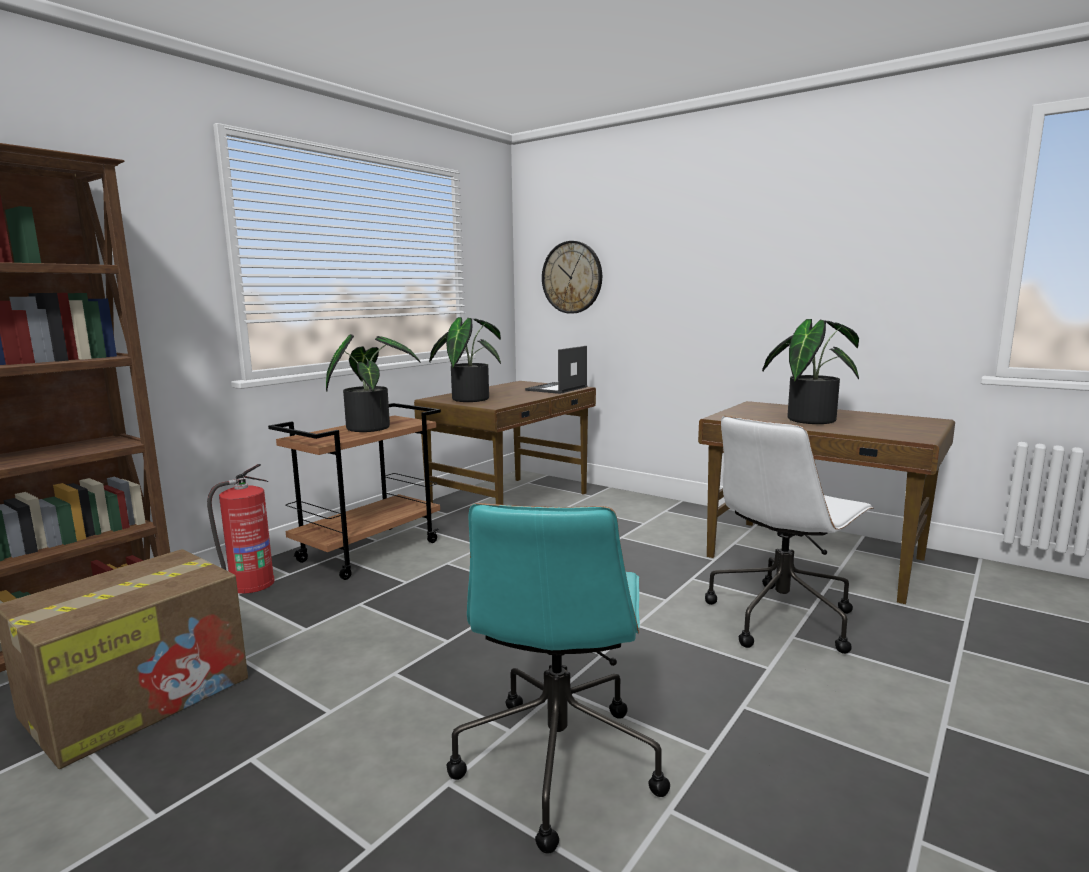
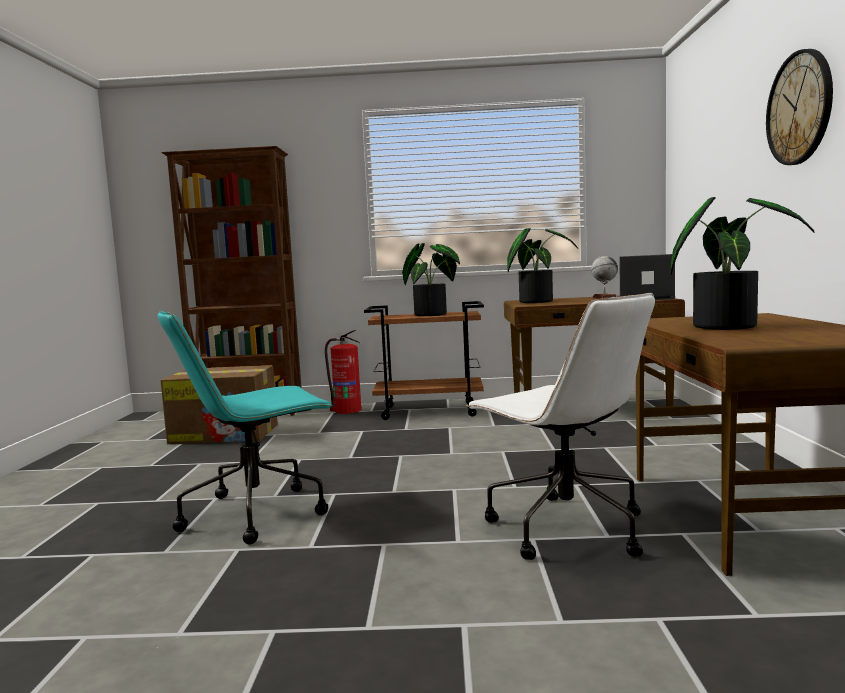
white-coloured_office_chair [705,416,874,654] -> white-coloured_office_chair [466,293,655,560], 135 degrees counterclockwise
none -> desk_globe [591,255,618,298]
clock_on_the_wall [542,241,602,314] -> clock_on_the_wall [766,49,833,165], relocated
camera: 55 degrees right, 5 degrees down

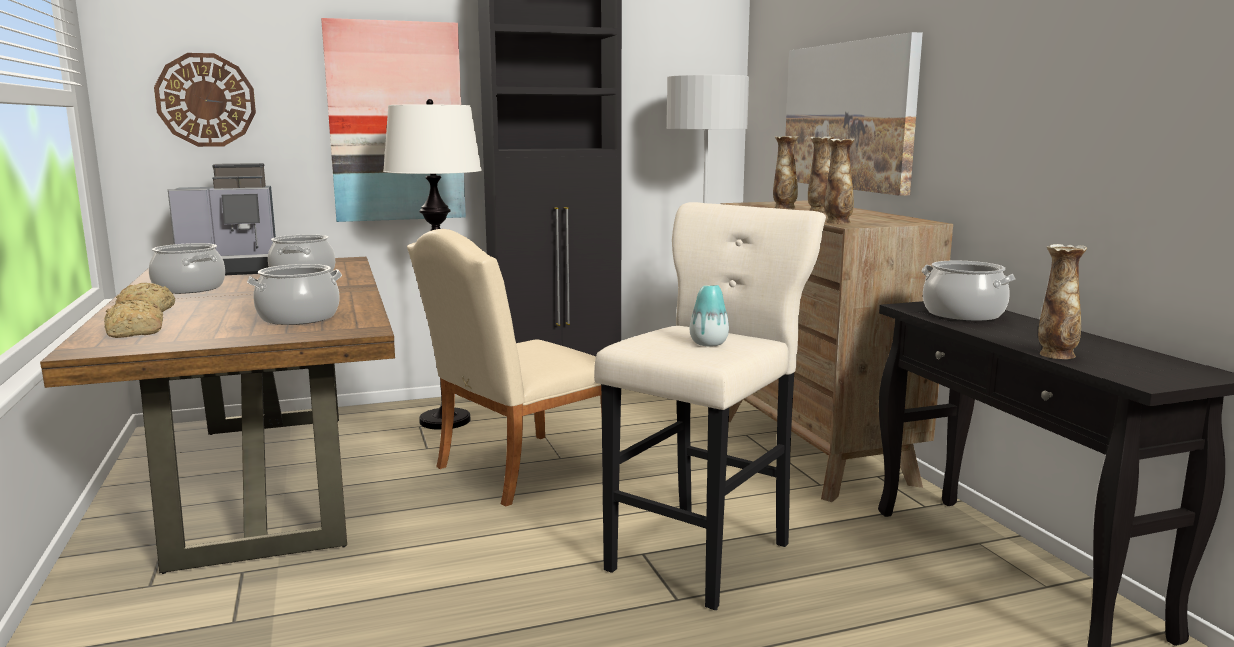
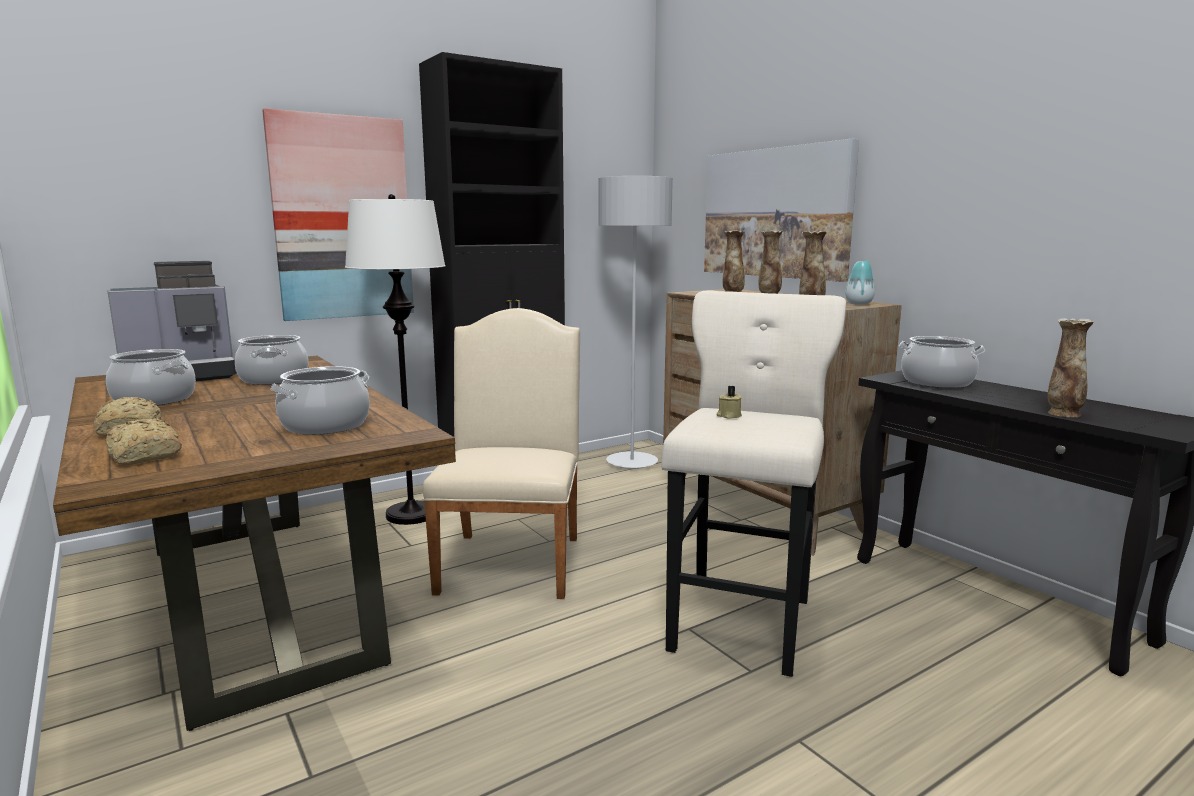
sand-coloured_plain_chair [407,229,602,507] -> sand-coloured_plain_chair [422,308,580,599], 150 degrees clockwise
none -> sand-coloured_wax_candle [717,386,742,419]
flower_vase [690,285,729,346] -> flower_vase [845,261,875,305], relocated
clock_on_the_wall [154,53,256,147] -> none
camera: 15 degrees left, 0 degrees up

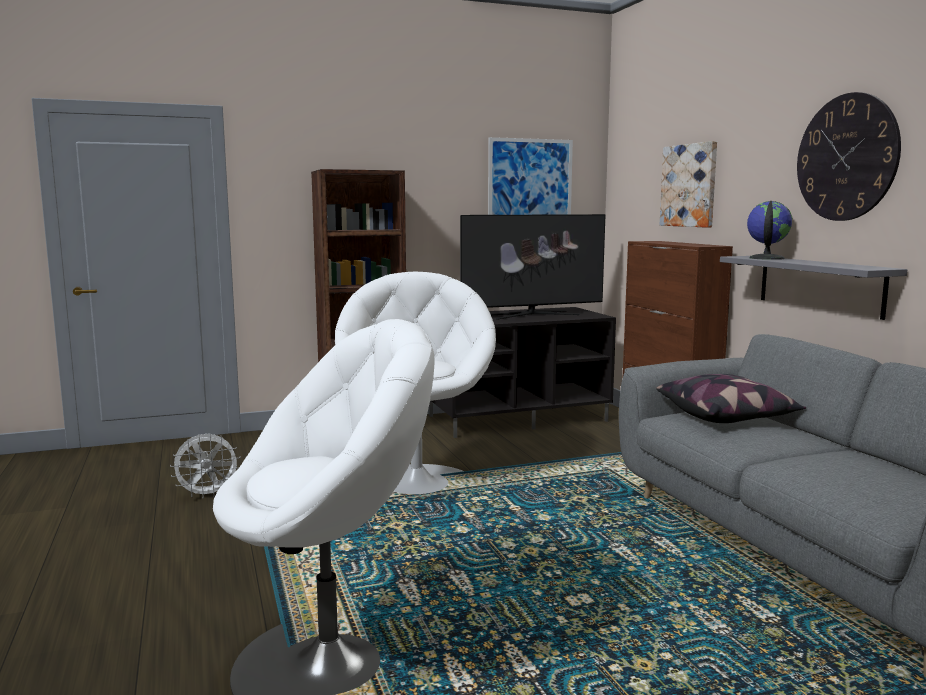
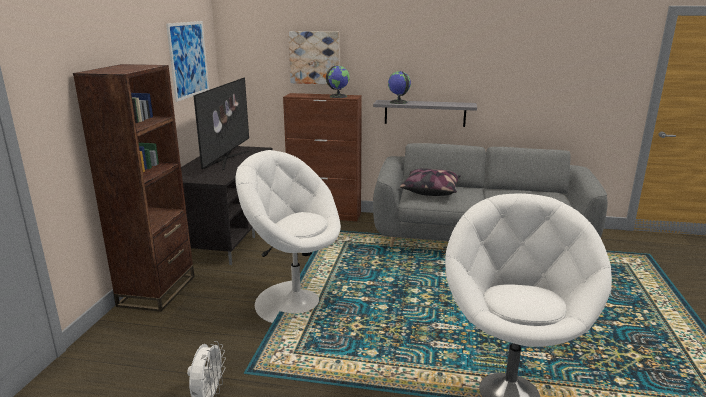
none -> desk_globe [326,66,350,98]
clock_on_the_wall [797,92,901,221] -> none
camera: 60 degrees left, 10 degrees up

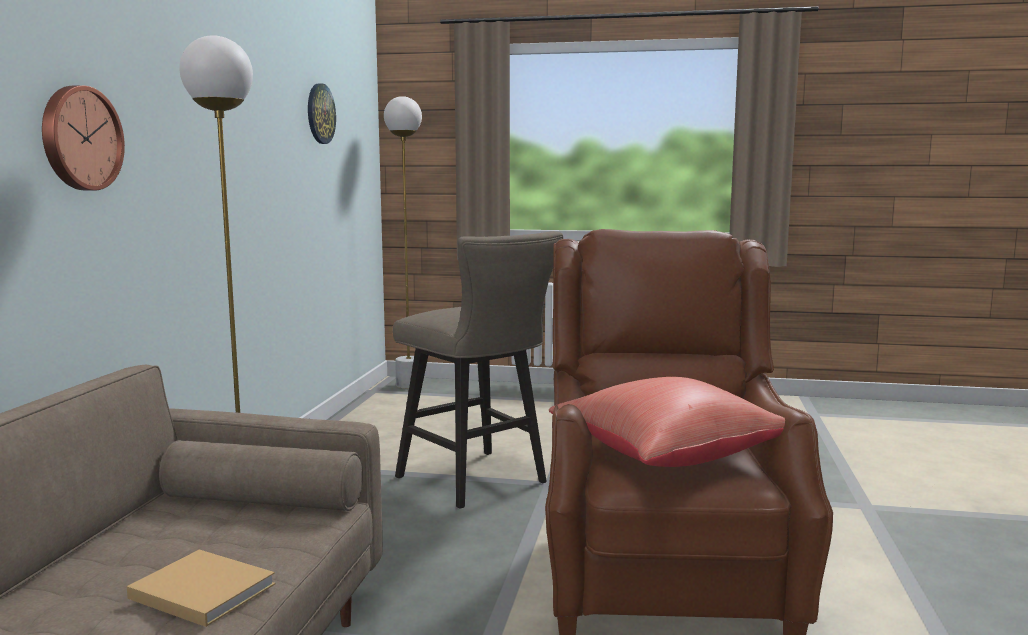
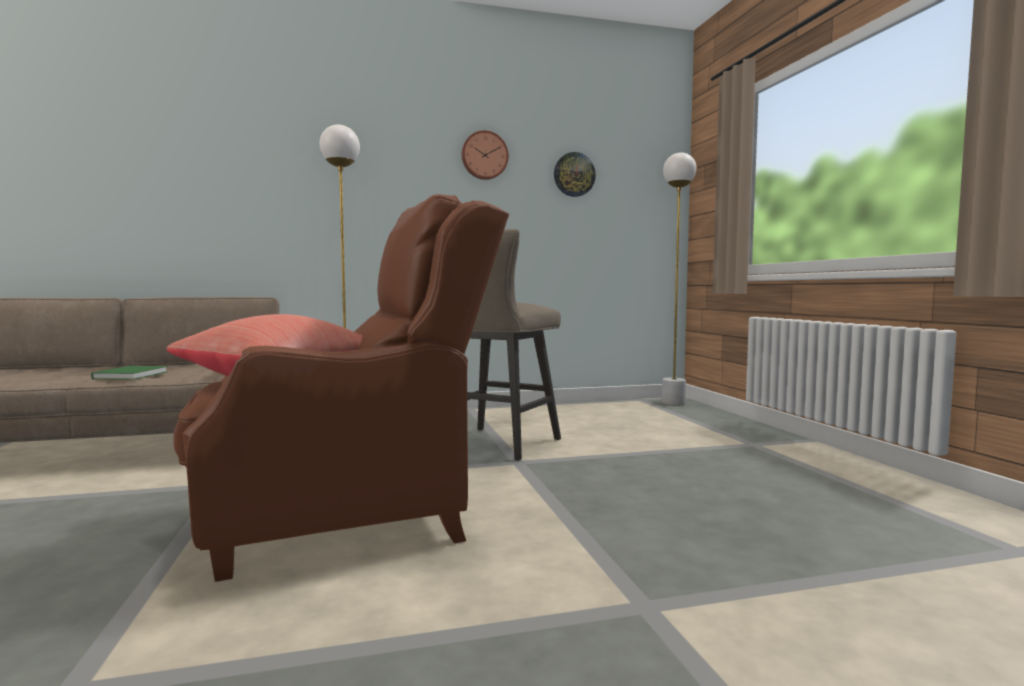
sand-coloured_book [127,550,275,627] -> greenish_book [91,366,168,380]
clock_on_the_wall [42,85,125,191] -> clock_on_the_wall [462,130,509,180], relocated
camera: 65 degrees right, 5 degrees down

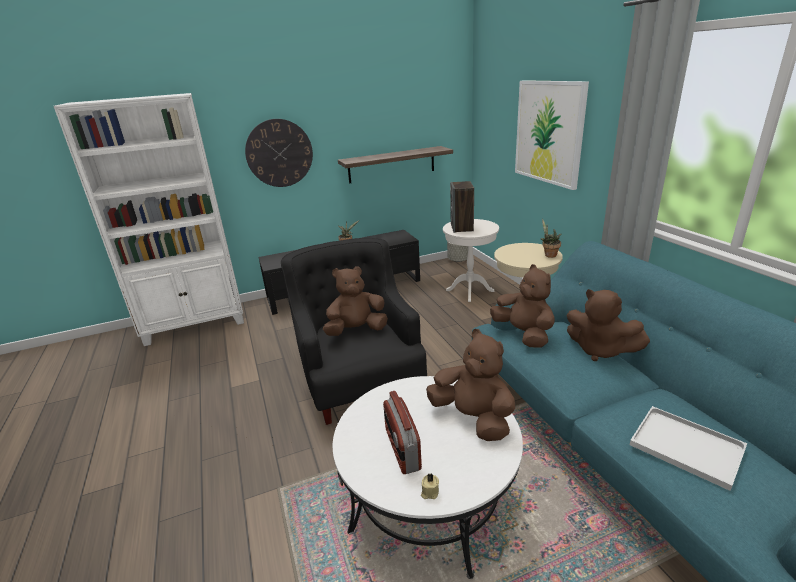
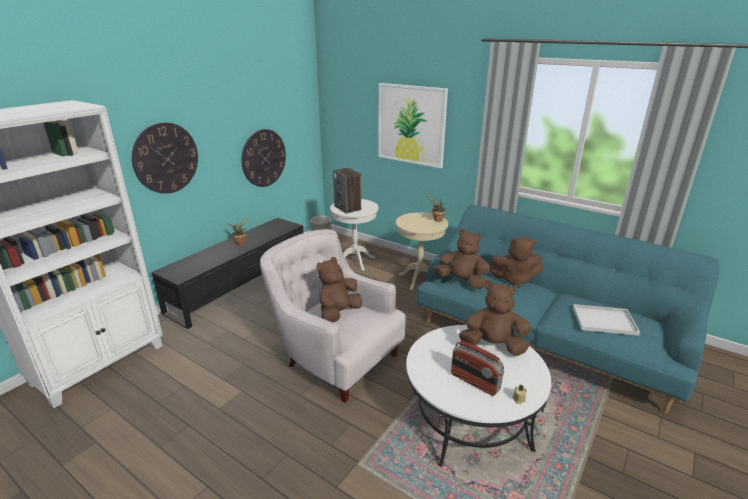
wall_shelf [338,146,453,184] -> clock_on_the_wall [241,129,286,187]
black-coloured_lounge_chair [281,238,427,425] -> white-coloured_lounge_chair [260,229,406,403]
camera: 35 degrees left, 0 degrees up

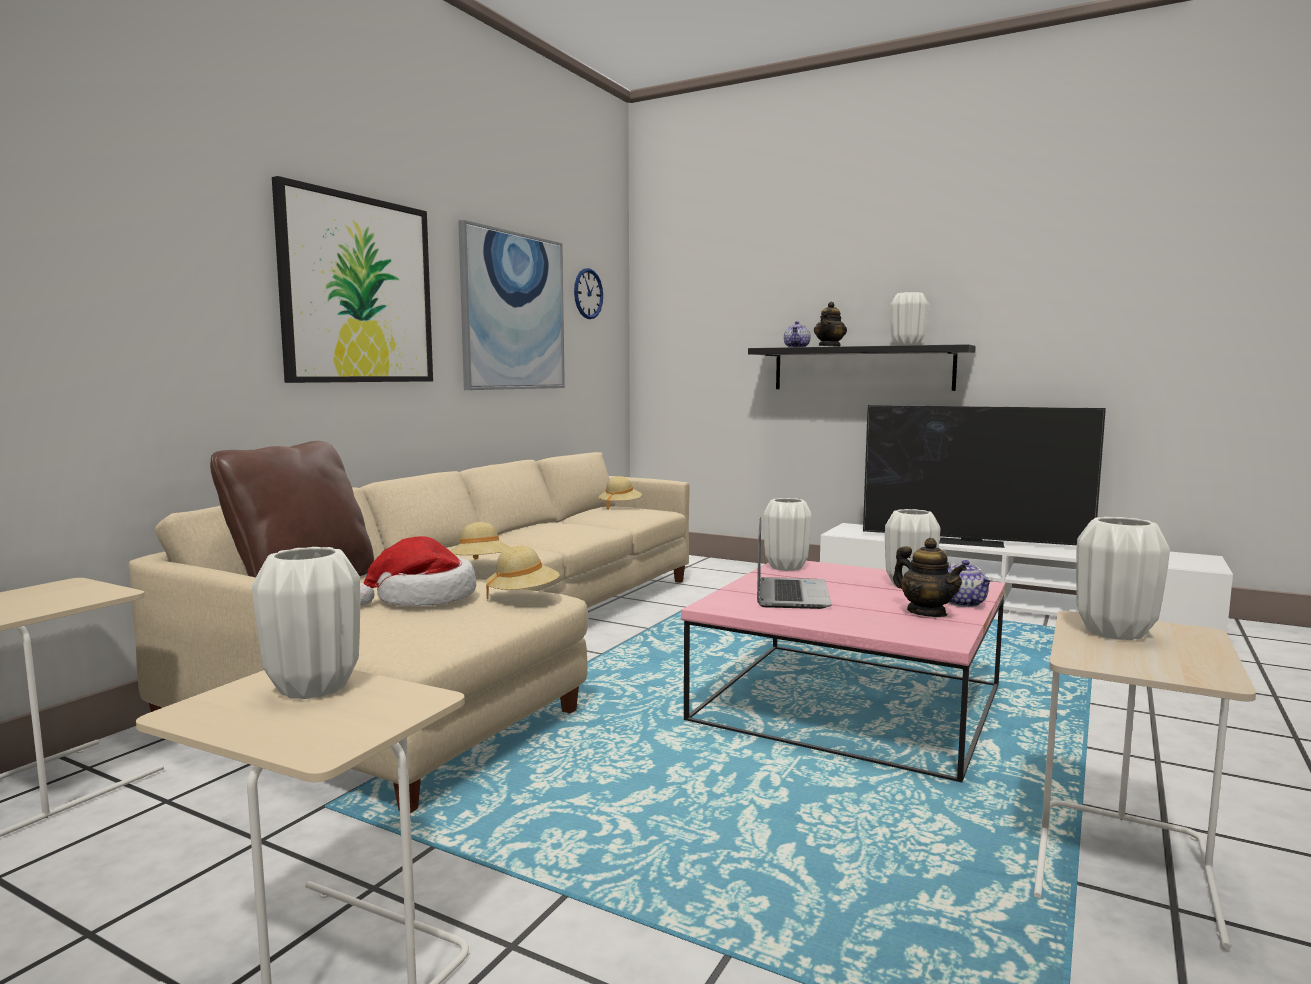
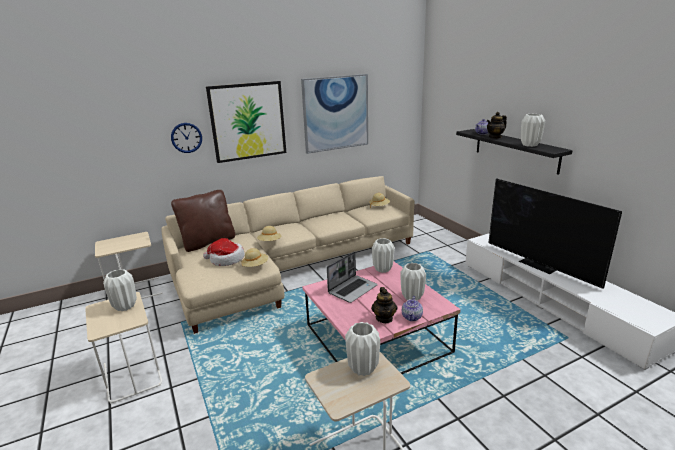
clock_on_the_wall [574,268,603,319] -> clock_on_the_wall [171,123,202,153], relocated
camera: 35 degrees right, 15 degrees up

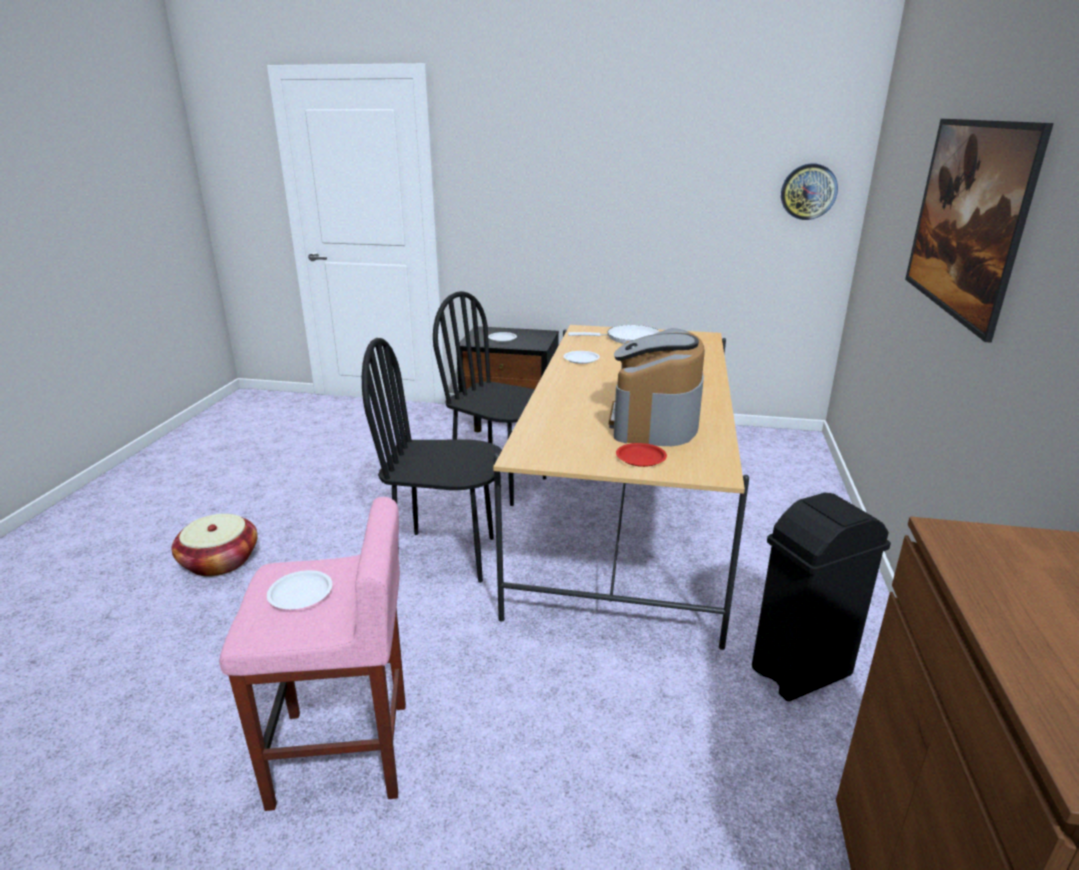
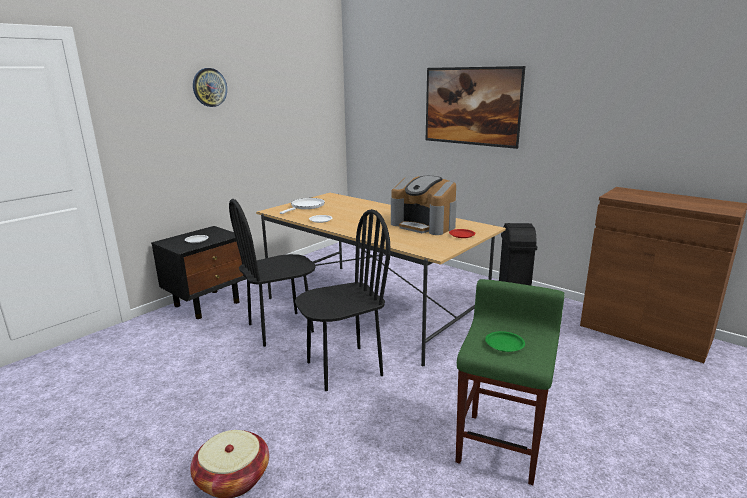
clock_on_the_wall [781,164,838,220] -> clock_on_the_wall [193,68,227,107], relocated
black-coloured_plain_chair [362,338,502,583] -> black-coloured_plain_chair [295,209,391,391], 150 degrees counterclockwise
pinkish_sitting_stool [219,497,406,811] -> greenish_sitting_stool [456,279,564,485]
white-coloured_flat_dish [267,570,332,609] -> greenish_flat_dish [485,331,525,352]
camera: 60 degrees left, 5 degrees down

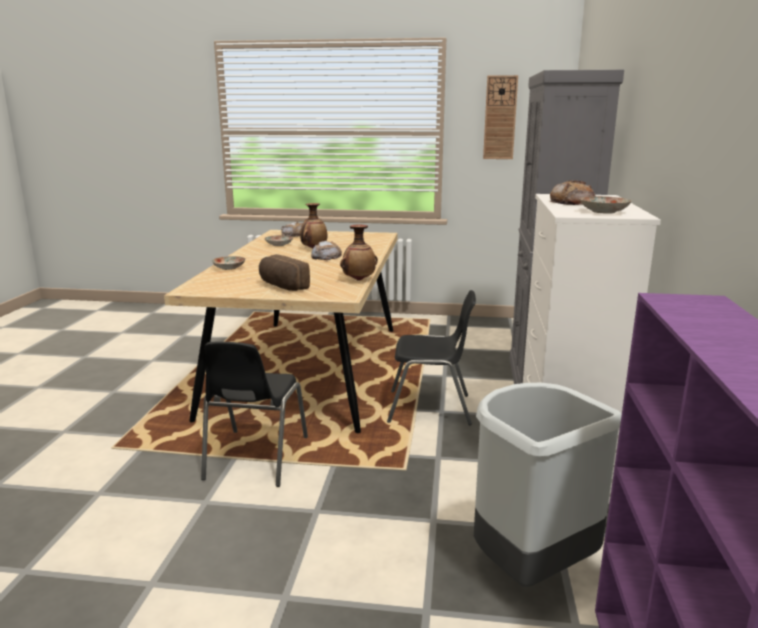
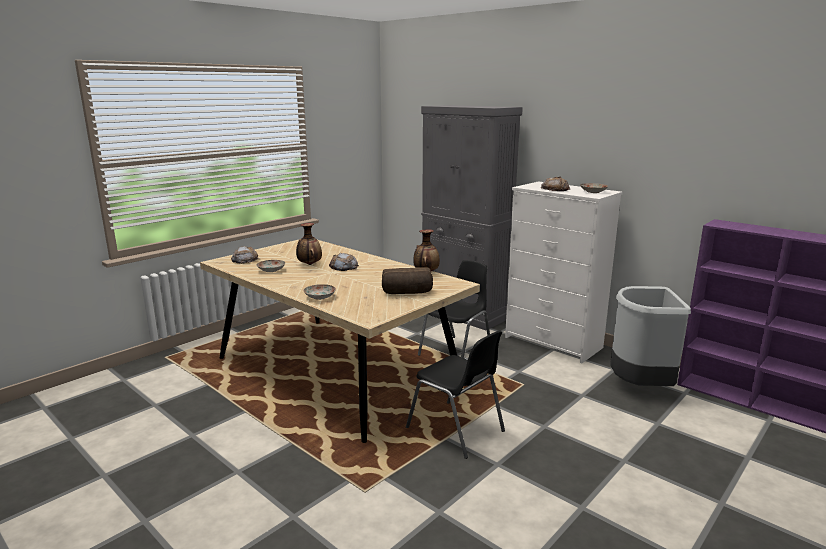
clock_on_the_wall [483,75,518,159] -> none
camera: 55 degrees left, 0 degrees up

